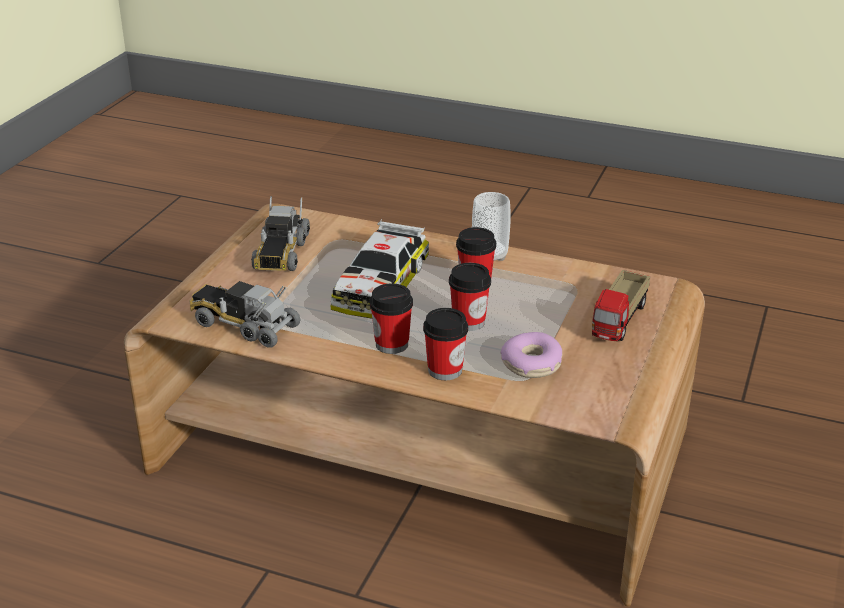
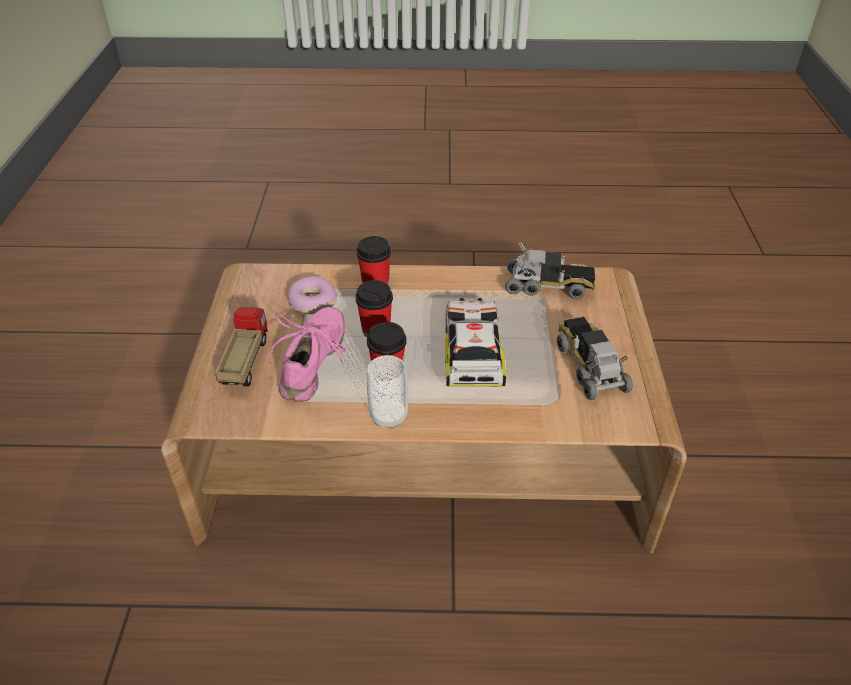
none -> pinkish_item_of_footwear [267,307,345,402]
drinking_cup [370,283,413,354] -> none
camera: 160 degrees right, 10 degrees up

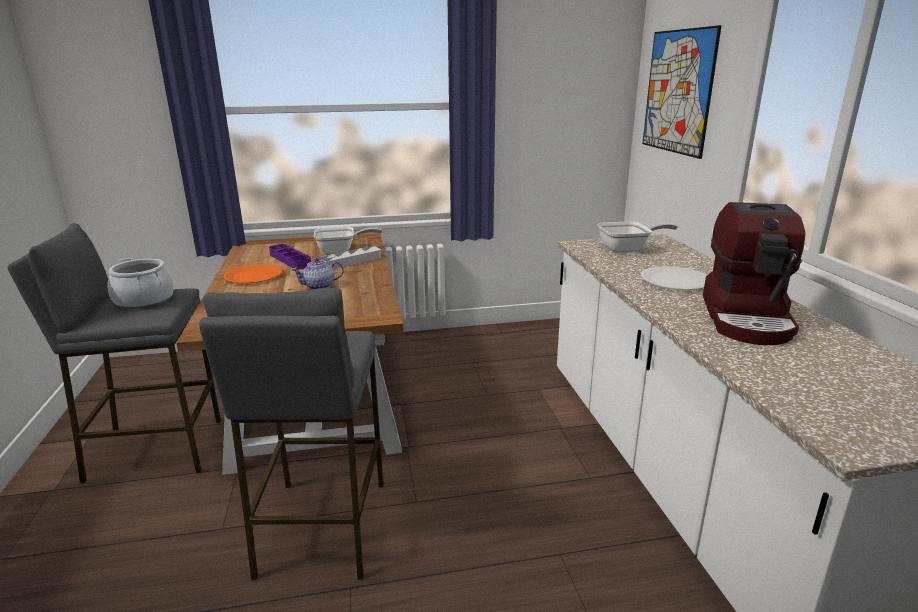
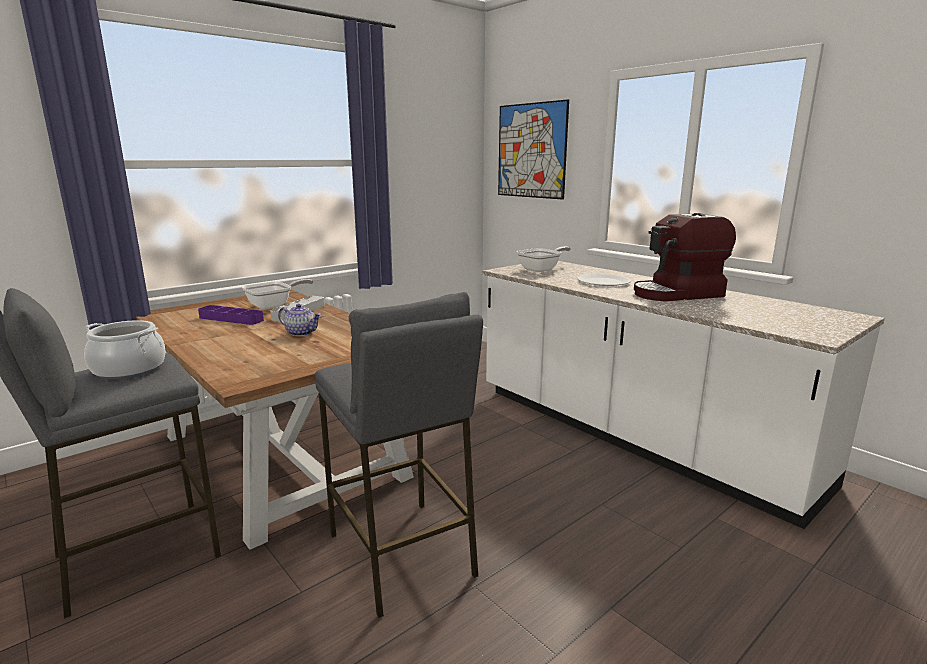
tea_pot [291,258,344,290] -> tea_pot [278,304,321,336], 105 degrees counterclockwise
coffee_brewer [703,202,805,345] -> coffee_brewer [634,213,736,301], 90 degrees clockwise
orange-coloured_flat_dish [224,264,283,284] -> none
camera: 30 degrees left, 5 degrees down

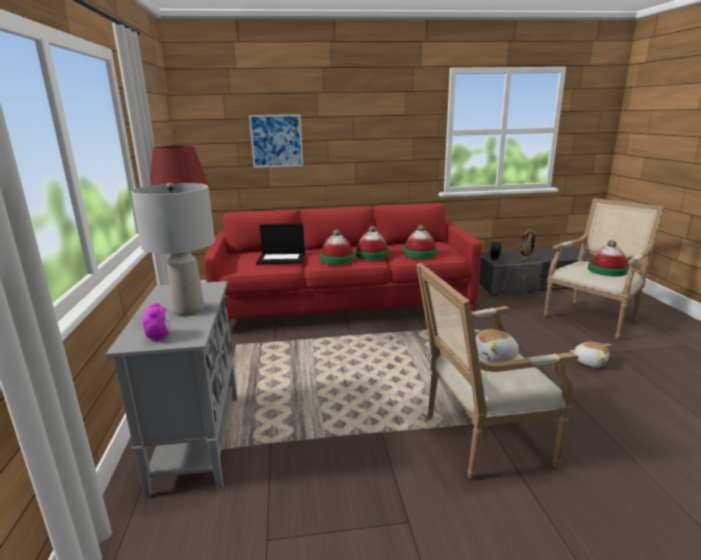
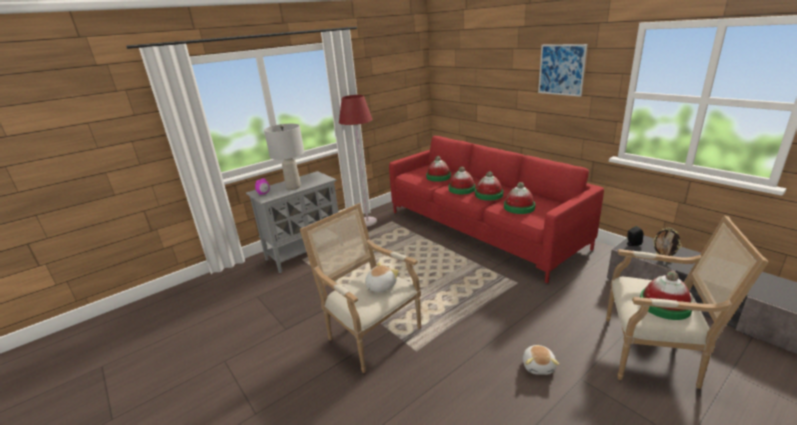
soft_toy [474,329,519,362] -> soft_toy [365,262,399,292], 90 degrees clockwise
laptop [256,223,305,264] -> clothing_hat [426,156,451,182]
wall_art [249,114,303,168] -> wall_art [538,44,588,97], relocated
camera: 60 degrees right, 5 degrees up

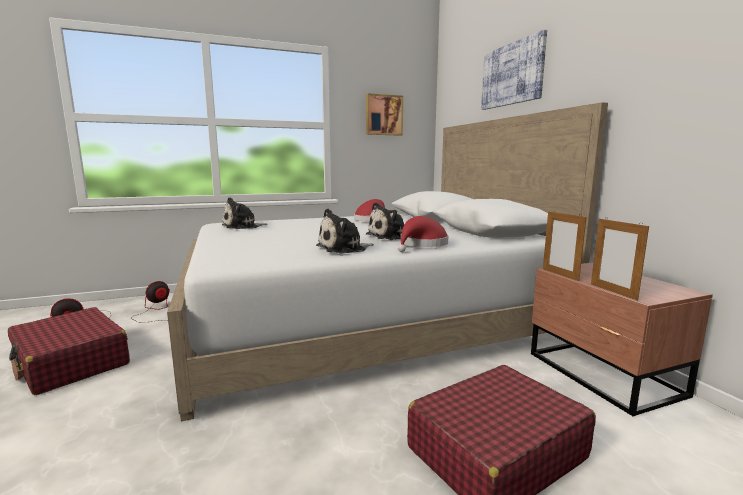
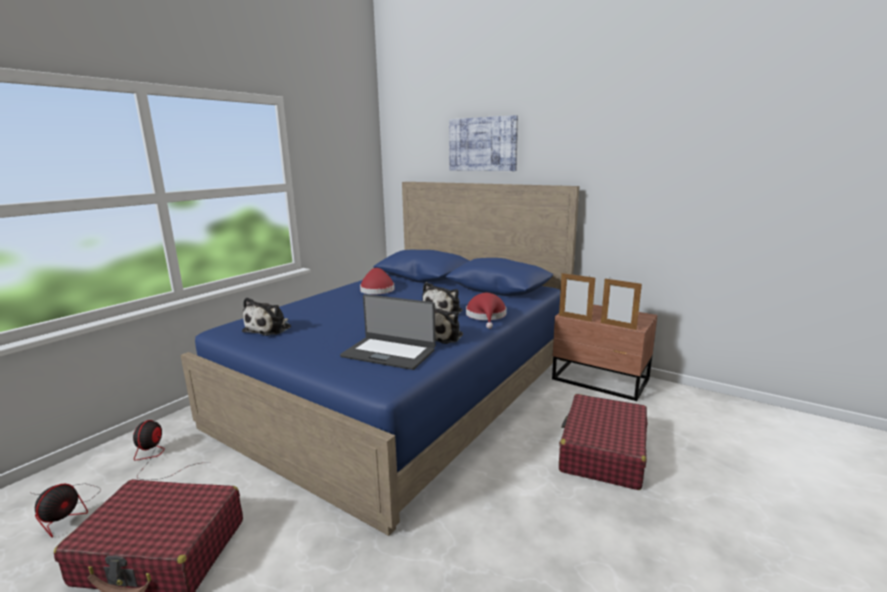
white-coloured_bedroom_bed [167,102,608,421] -> blue-coloured_bedroom_bed [180,182,580,536]
none -> laptop [340,294,436,370]
wall_art [366,93,403,136] -> none
camera: 35 degrees left, 5 degrees up

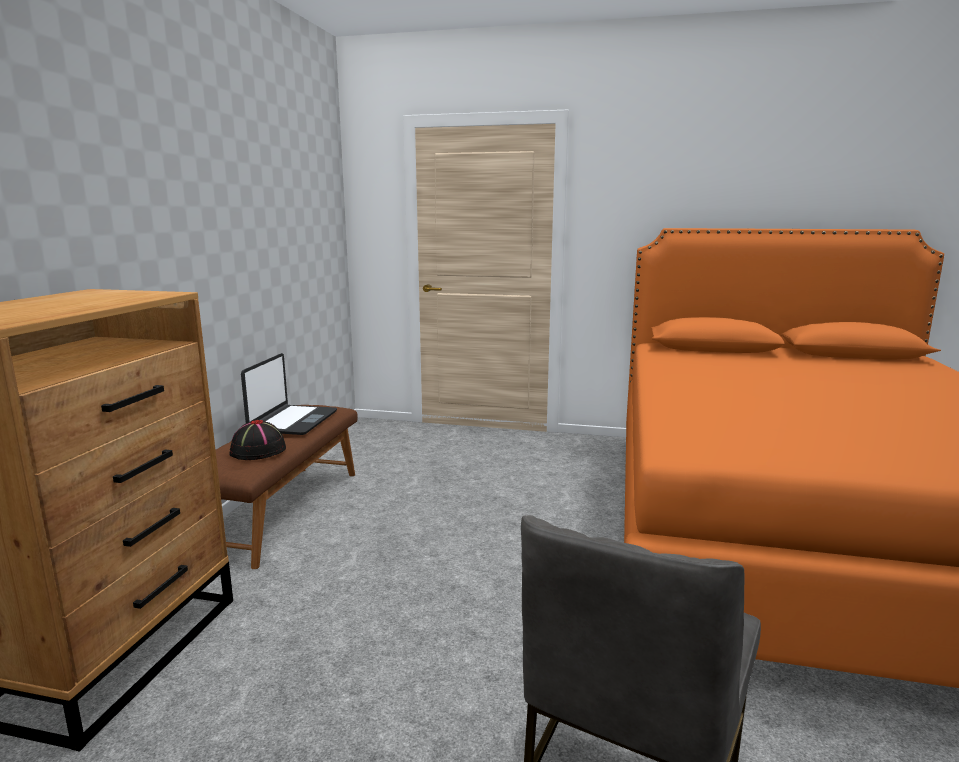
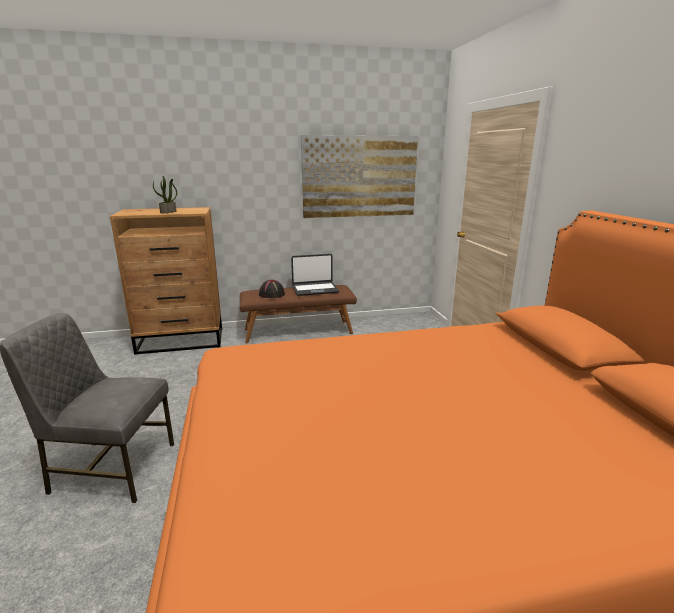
none -> houseplant [153,176,177,213]
none -> wall_art [301,135,418,218]
camera: 65 degrees right, 5 degrees up

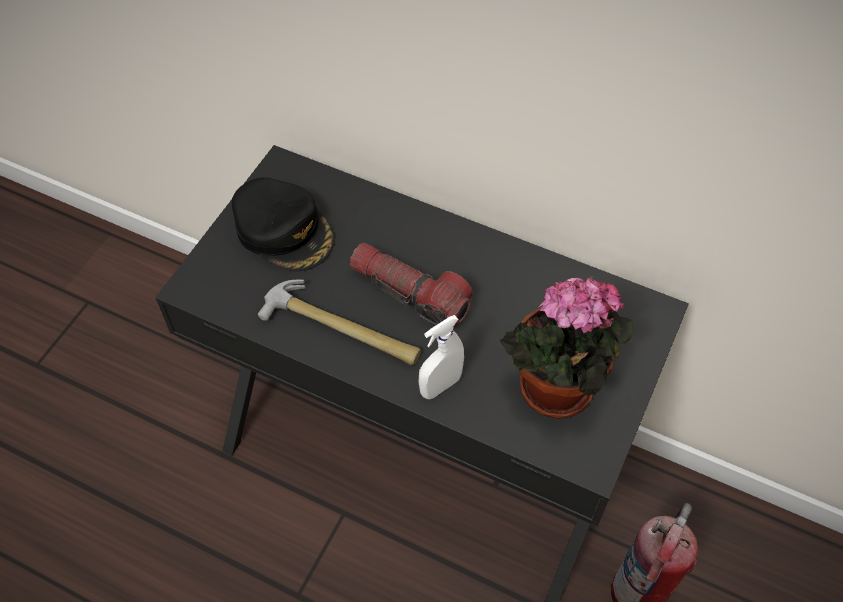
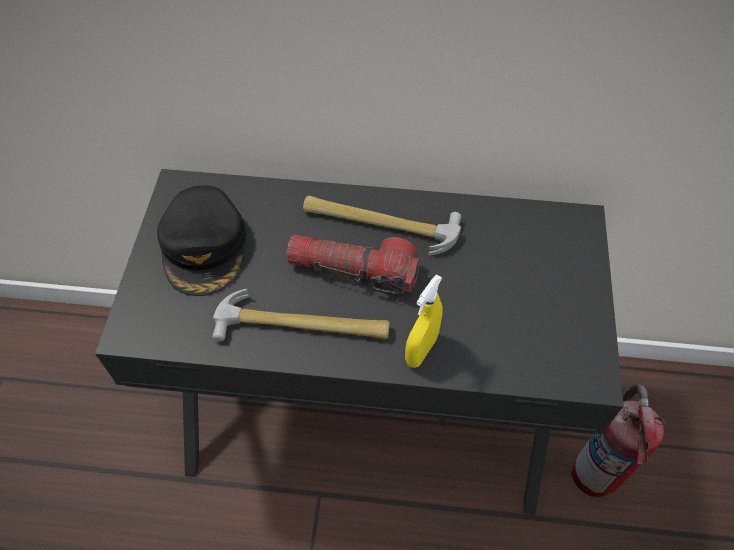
black-coloured_peaked_cap [232,177,335,271] -> black-coloured_peaked_cap [157,185,246,296], 60 degrees clockwise
none -> hand_hammer [303,196,461,255]
white-coloured_spray_bottle [418,315,464,399] -> yellow-coloured_spray_bottle [405,275,442,368]
houseplant [500,276,635,419] -> none
camera: 20 degrees left, 0 degrees up

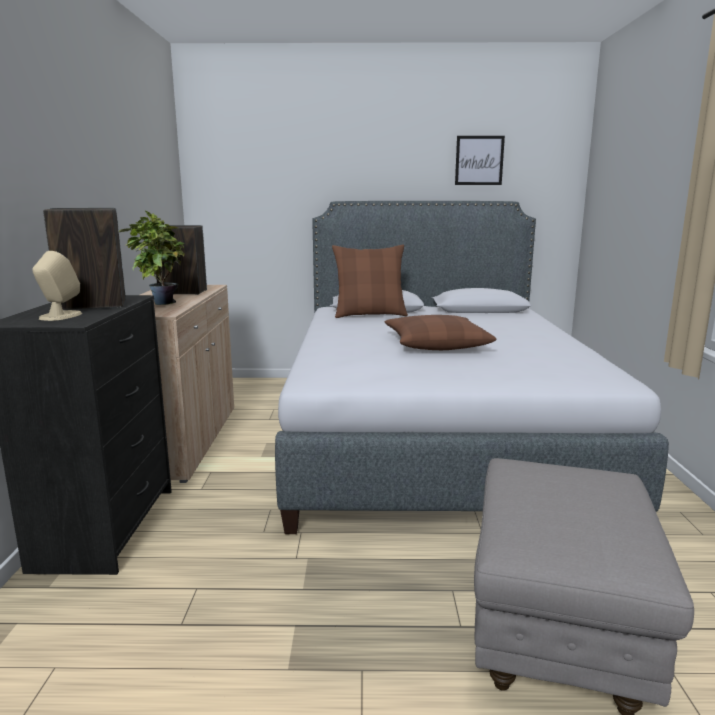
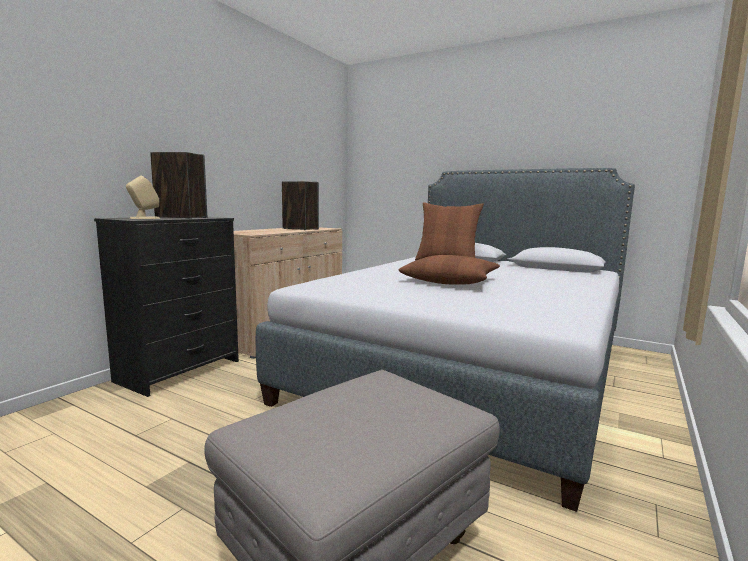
houseplant [119,210,185,305] -> none
wall_art [455,136,505,185] -> none
camera: 30 degrees right, 5 degrees down

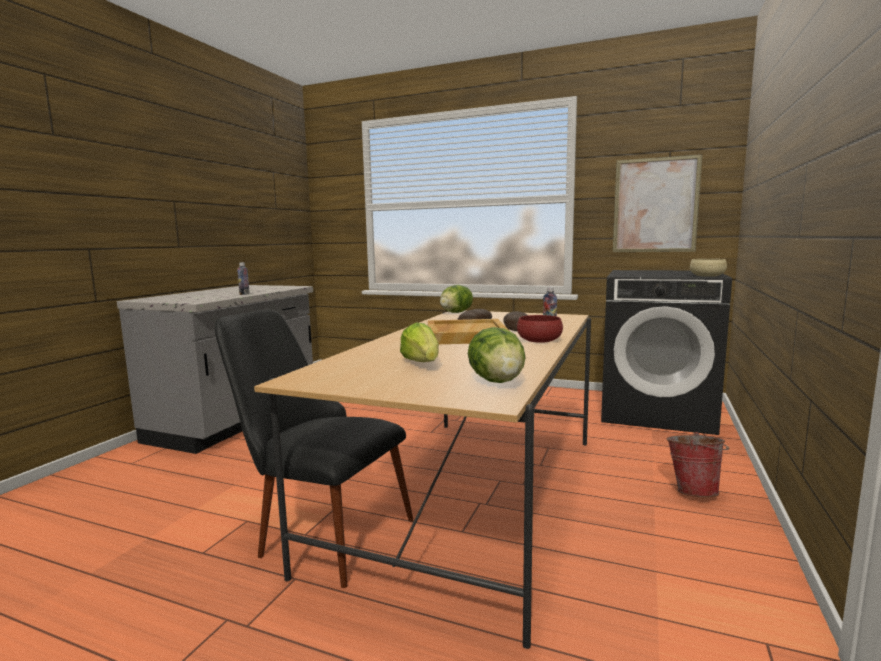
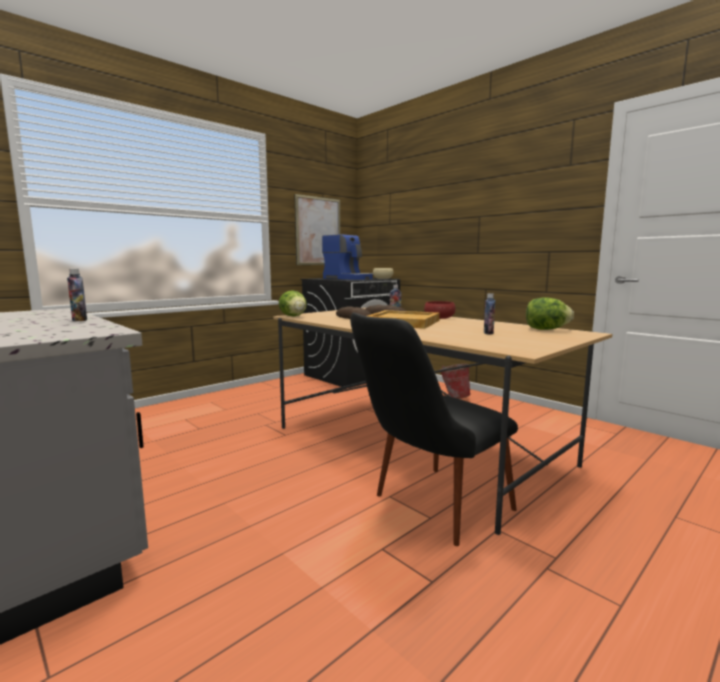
none -> coffee_brewer [322,234,373,280]
lettuce [400,322,439,362] -> beverage_bottle [484,293,495,334]
camera: 65 degrees left, 0 degrees up

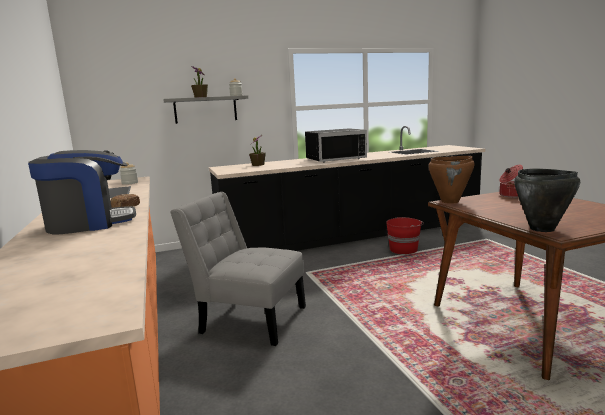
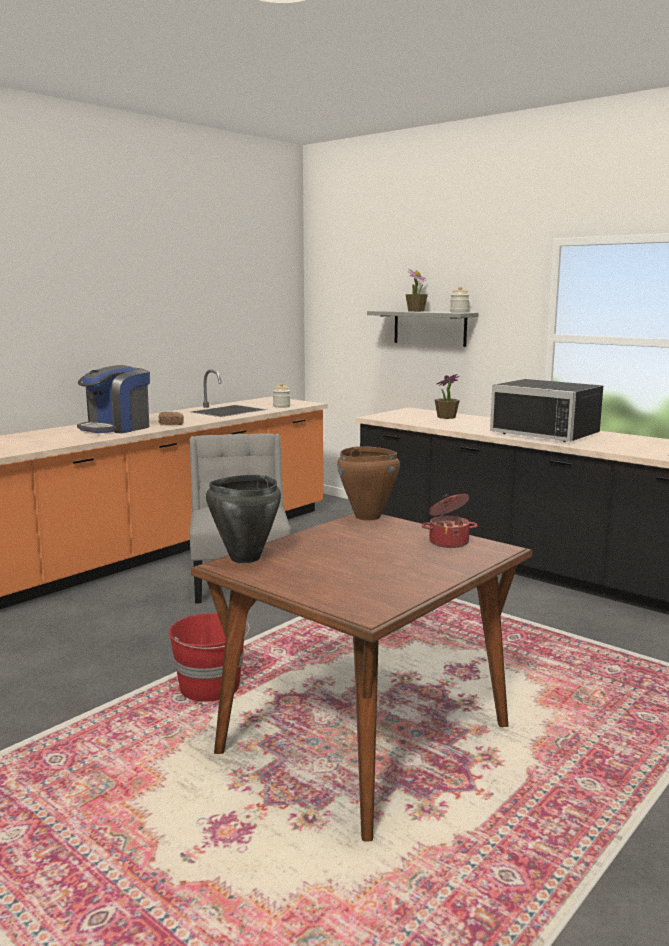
coffee_brewer [28,150,136,234] -> coffee_brewer [77,365,150,433], 90 degrees clockwise
red-coloured_water_bucket [386,217,424,254] -> red-coloured_water_bucket [168,613,250,702], relocated
camera: 60 degrees right, 0 degrees up

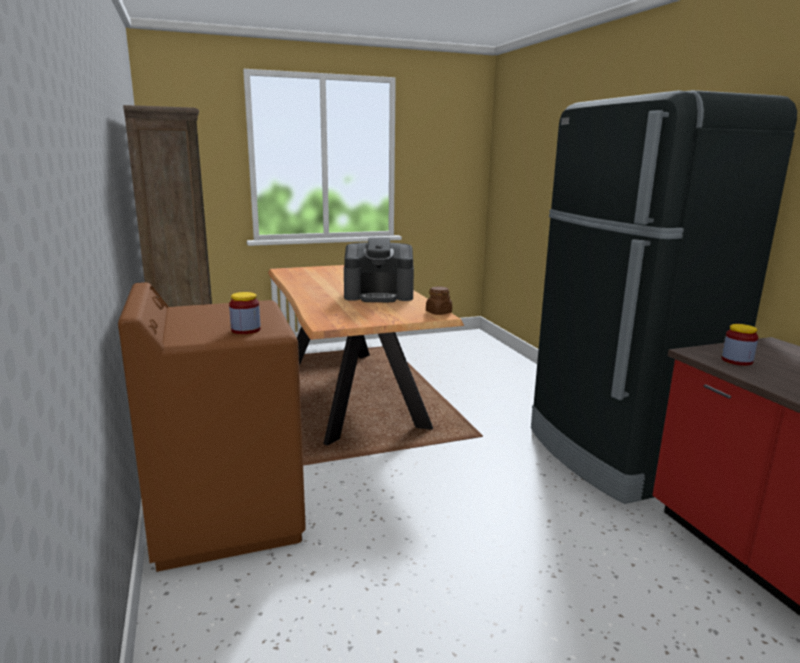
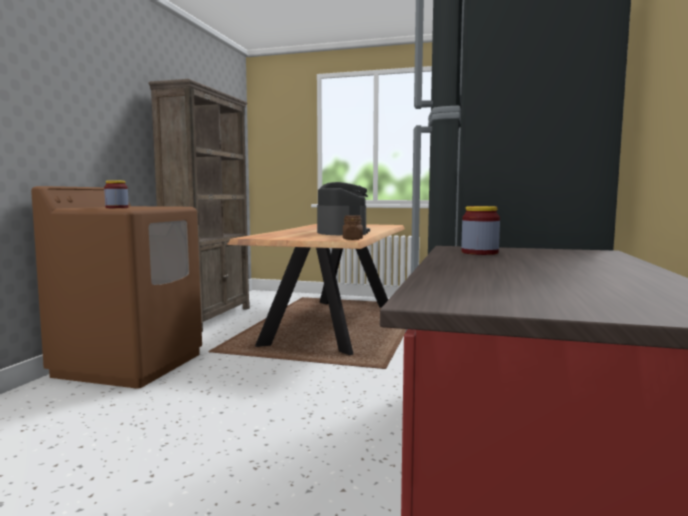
coffee_brewer [344,237,414,302] -> coffee_brewer [317,182,370,235], 135 degrees counterclockwise
camera: 35 degrees right, 10 degrees down

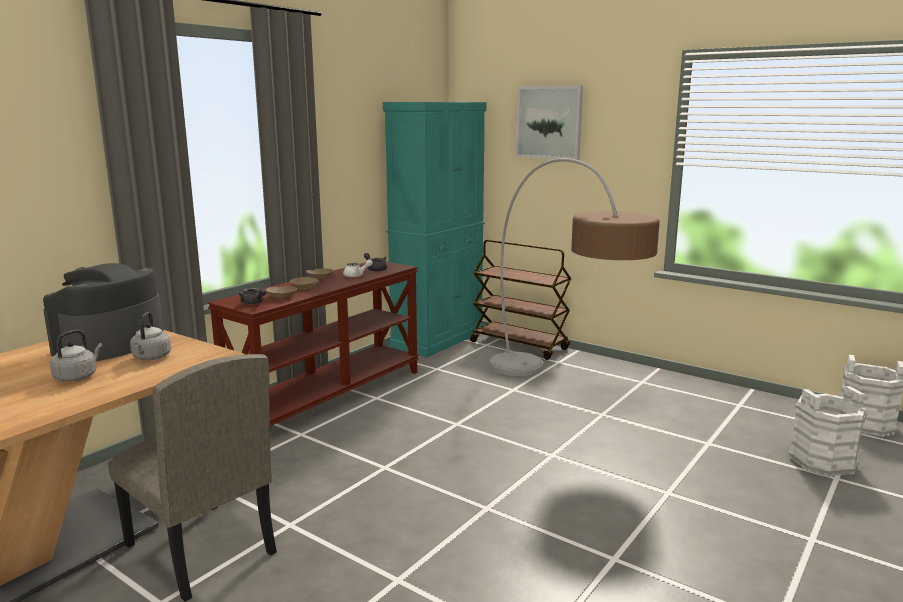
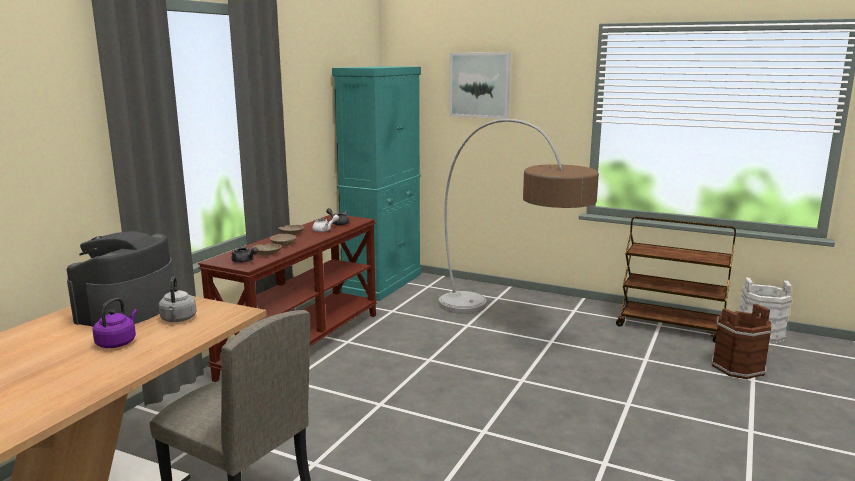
grey_kettle [50,330,103,382] -> purple_kettle [92,298,137,348]
brown_cart [470,240,571,360] -> brown_cart [616,216,736,343], relocated
white-coloured_water_bucket [788,386,867,477] -> brown_water_bucket [712,304,773,380]
camera: 10 degrees left, 0 degrees up

